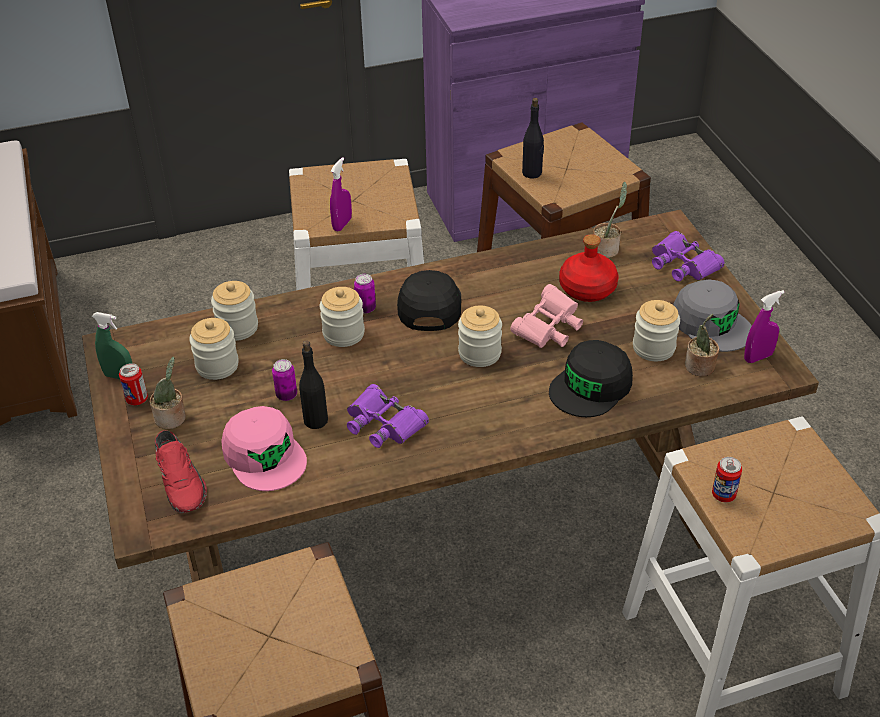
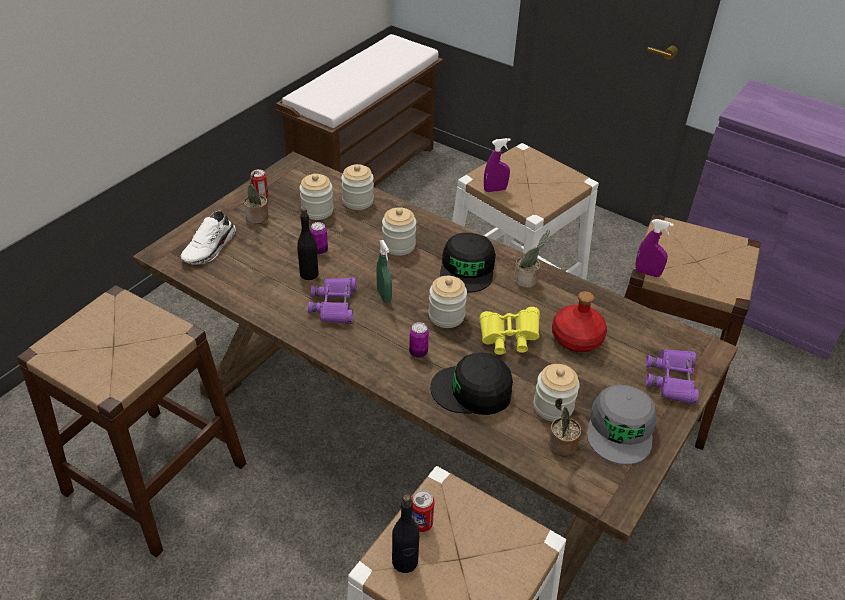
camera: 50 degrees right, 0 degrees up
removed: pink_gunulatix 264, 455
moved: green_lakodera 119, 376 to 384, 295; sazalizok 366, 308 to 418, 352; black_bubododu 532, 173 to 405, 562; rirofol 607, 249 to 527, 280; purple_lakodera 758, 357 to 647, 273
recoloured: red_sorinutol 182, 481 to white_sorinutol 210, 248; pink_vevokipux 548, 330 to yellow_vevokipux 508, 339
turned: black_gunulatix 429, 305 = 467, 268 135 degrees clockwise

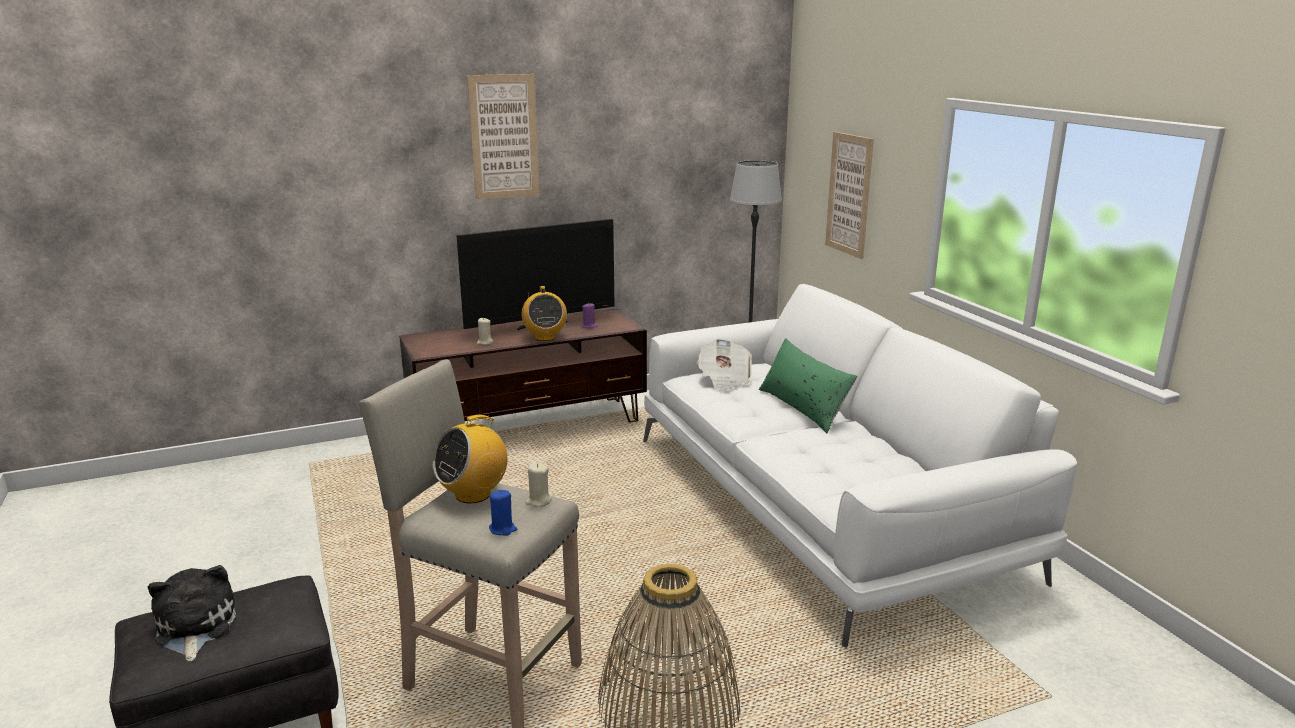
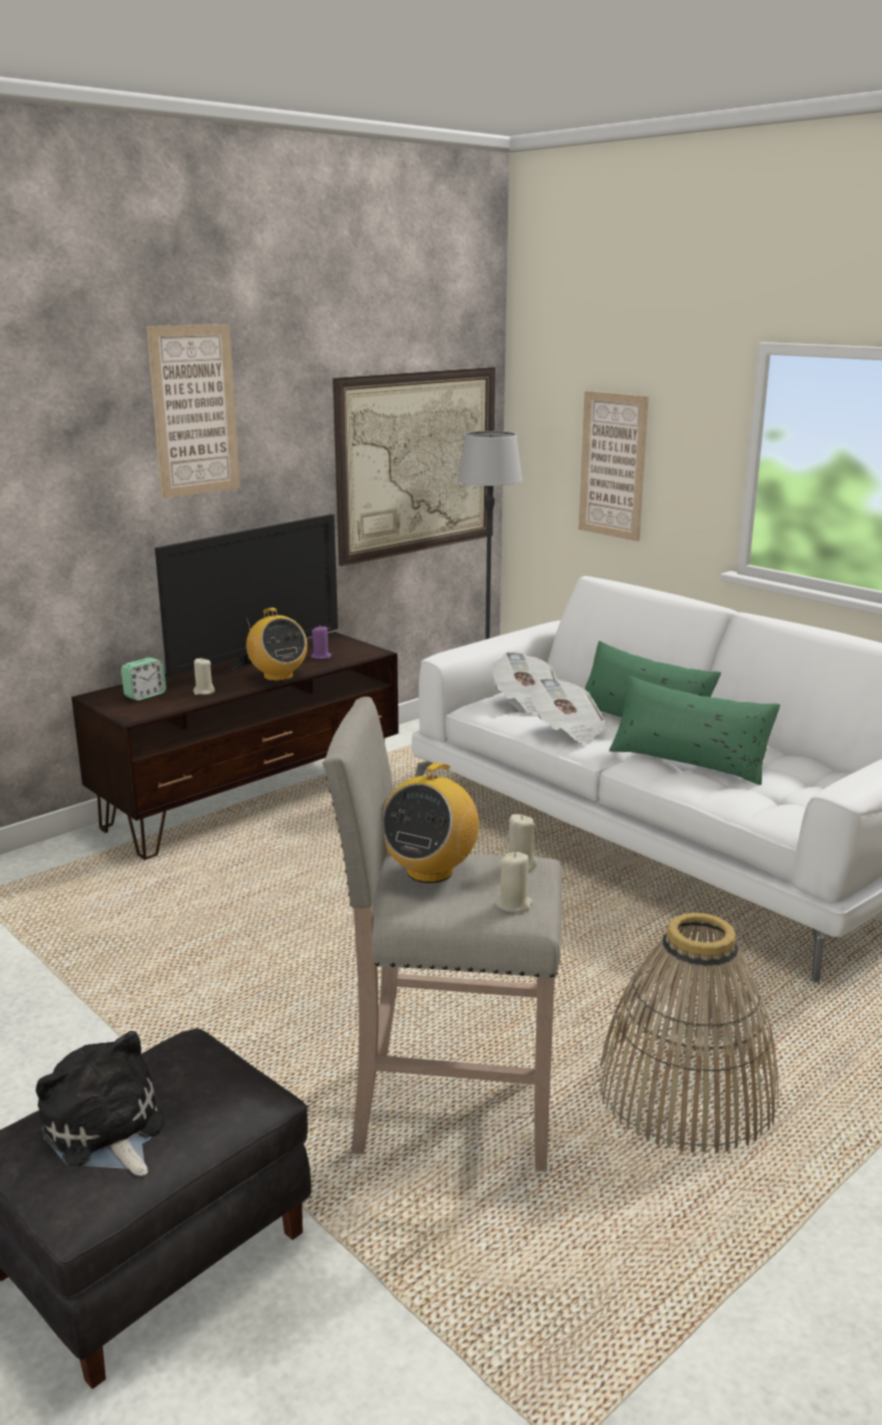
camera: 20 degrees left, 0 degrees up
added: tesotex 145, 695; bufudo 417, 463; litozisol 568, 730; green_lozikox 689, 761
recoloured: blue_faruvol 503, 529 to beige_faruvol 514, 904

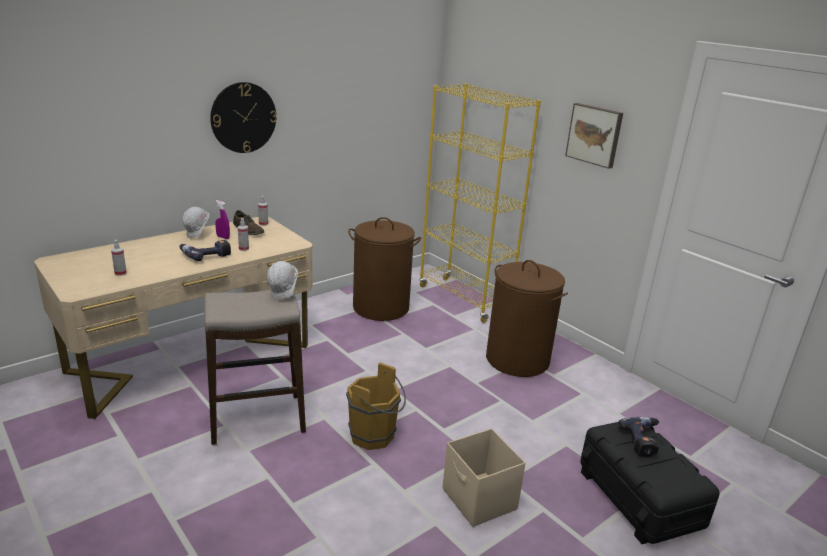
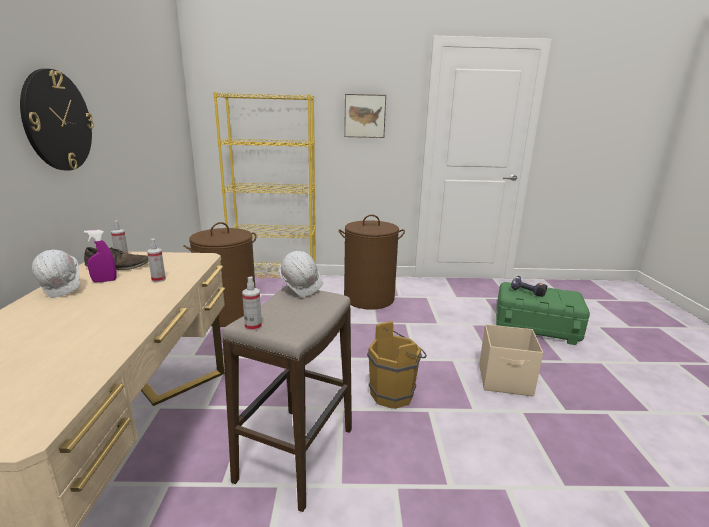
camera: 50 degrees left, 5 degrees down
removed: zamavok 205, 255
moved: lakodera 120, 273 to 253, 327
recoloured: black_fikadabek 639, 498 to green_fikadabek 536, 327

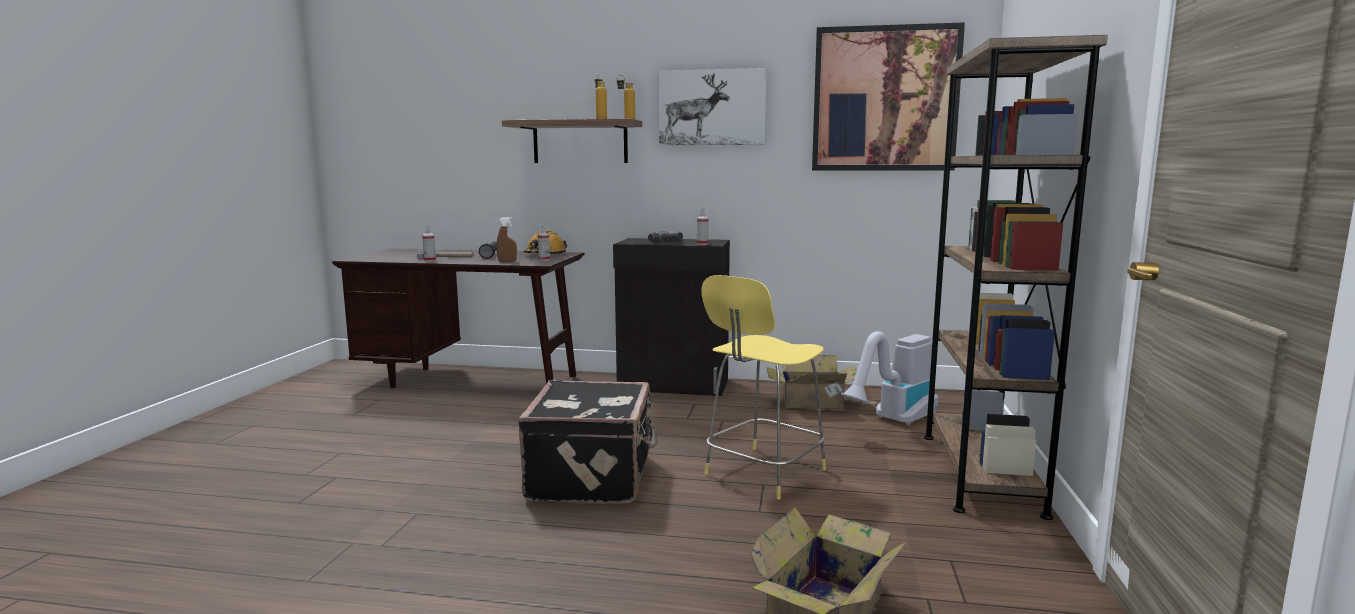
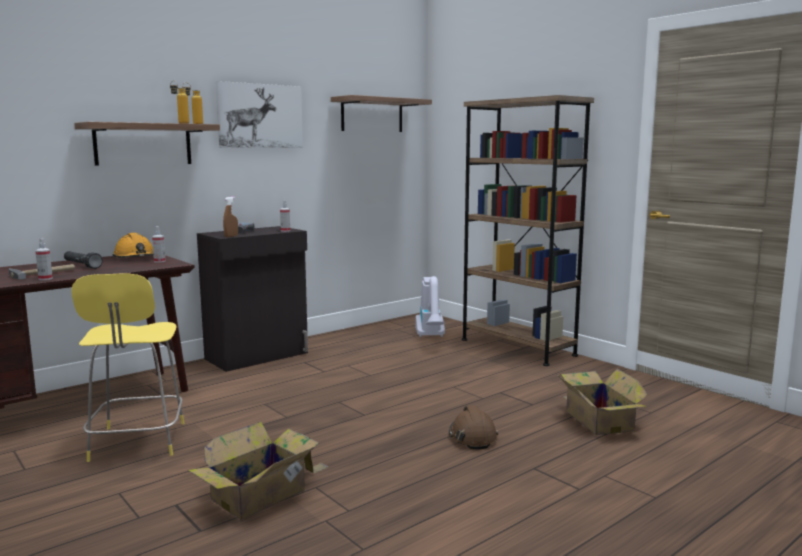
camera: 50 degrees left, 0 degrees up
removed: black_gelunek 593, 477
added: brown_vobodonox 472, 437
moved: brown_lakodera 507, 261 to 231, 236; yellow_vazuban 762, 473 to 137, 443; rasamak 815, 402 to 262, 494
replaced: bufudo 885, 99 to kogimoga 372, 115

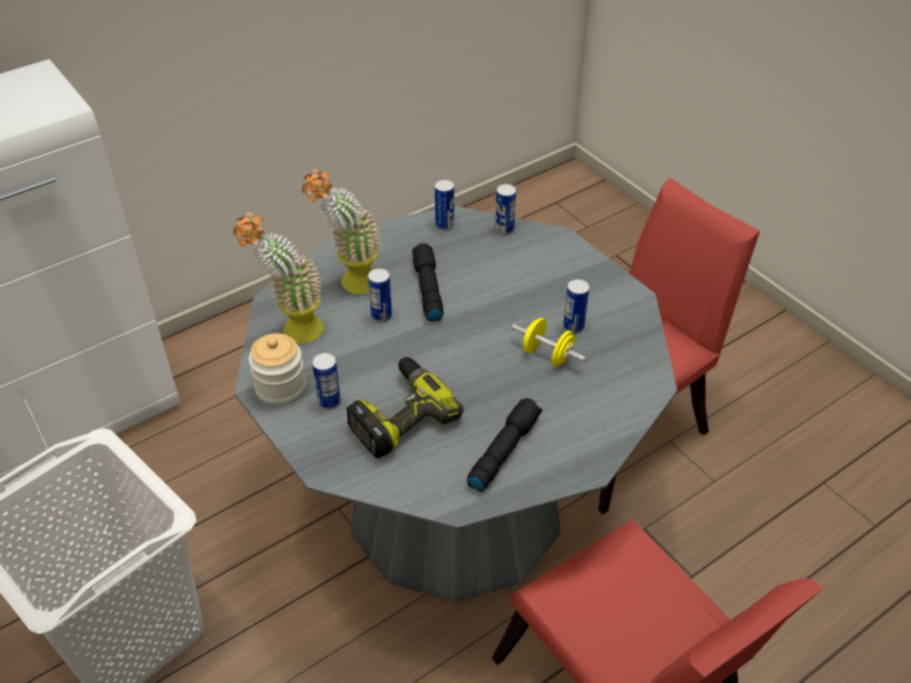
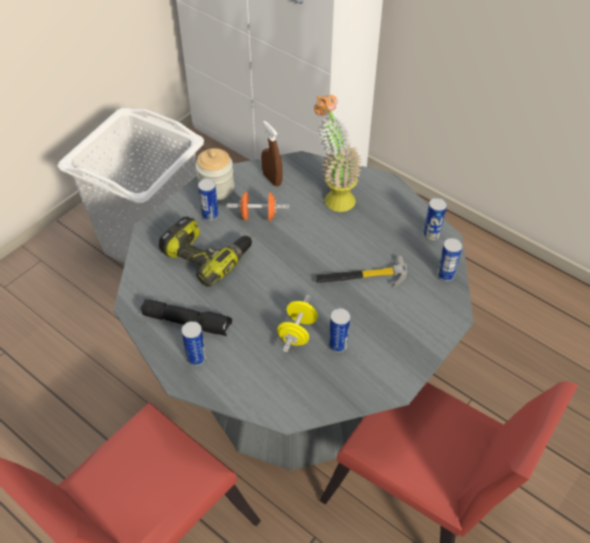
camera: 75 degrees right, 5 degrees up
removed: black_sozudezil 427, 289
added: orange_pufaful 258, 216; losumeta 361, 277
moved: sazalizok 381, 316 to 196, 358
replaced: rirofol 292, 332 to brown_lakodera 272, 179

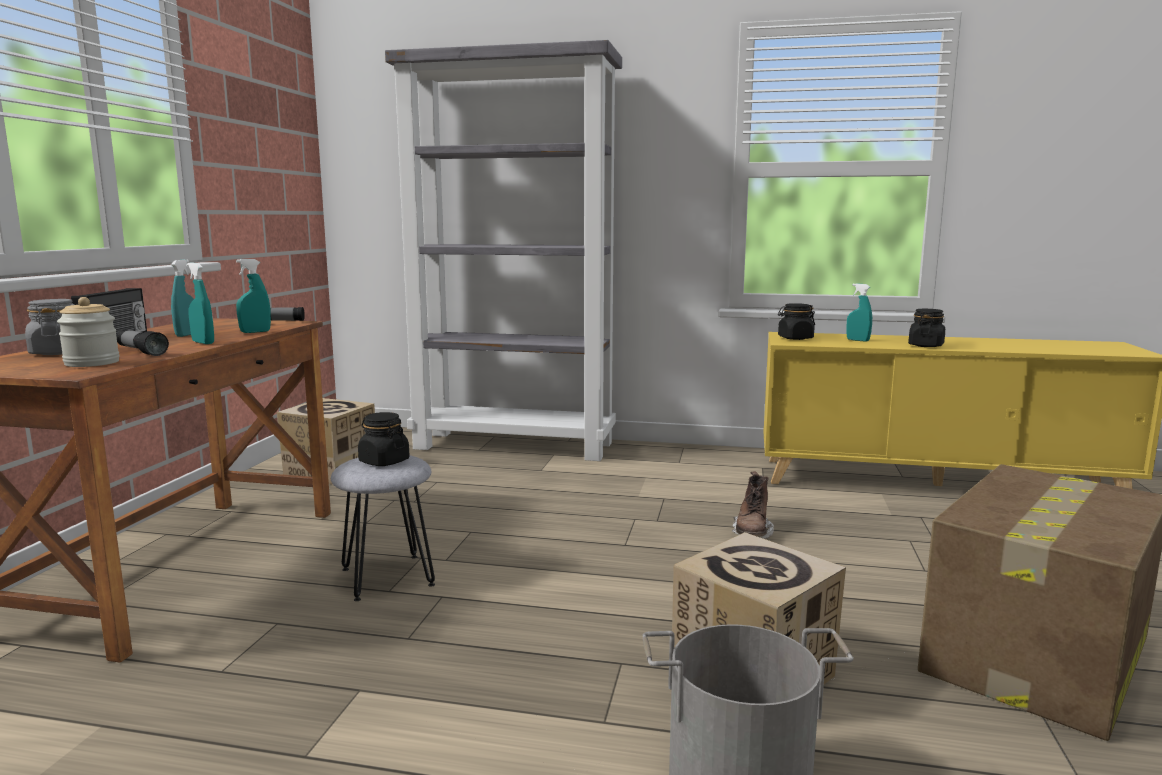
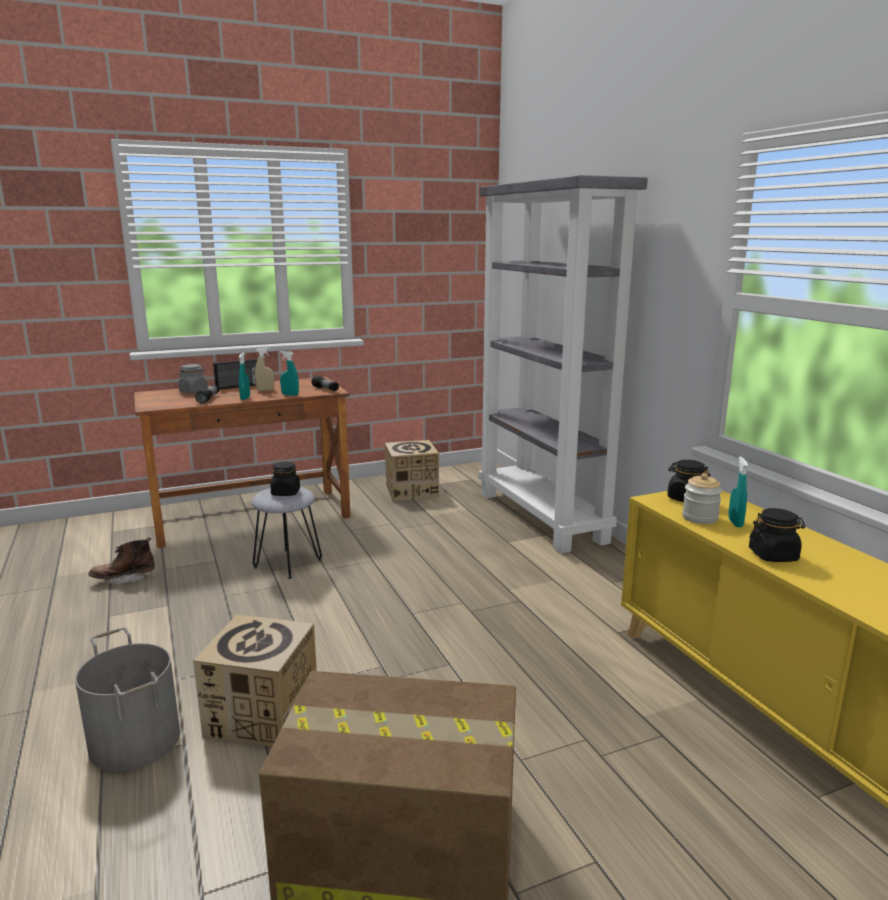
camera: 55 degrees right, 5 degrees up
moved: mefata 92, 363 to 699, 518; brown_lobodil 752, 534 to 124, 579
recoloured: turquoise_lakodera 187, 335 to beige_lakodera 265, 390

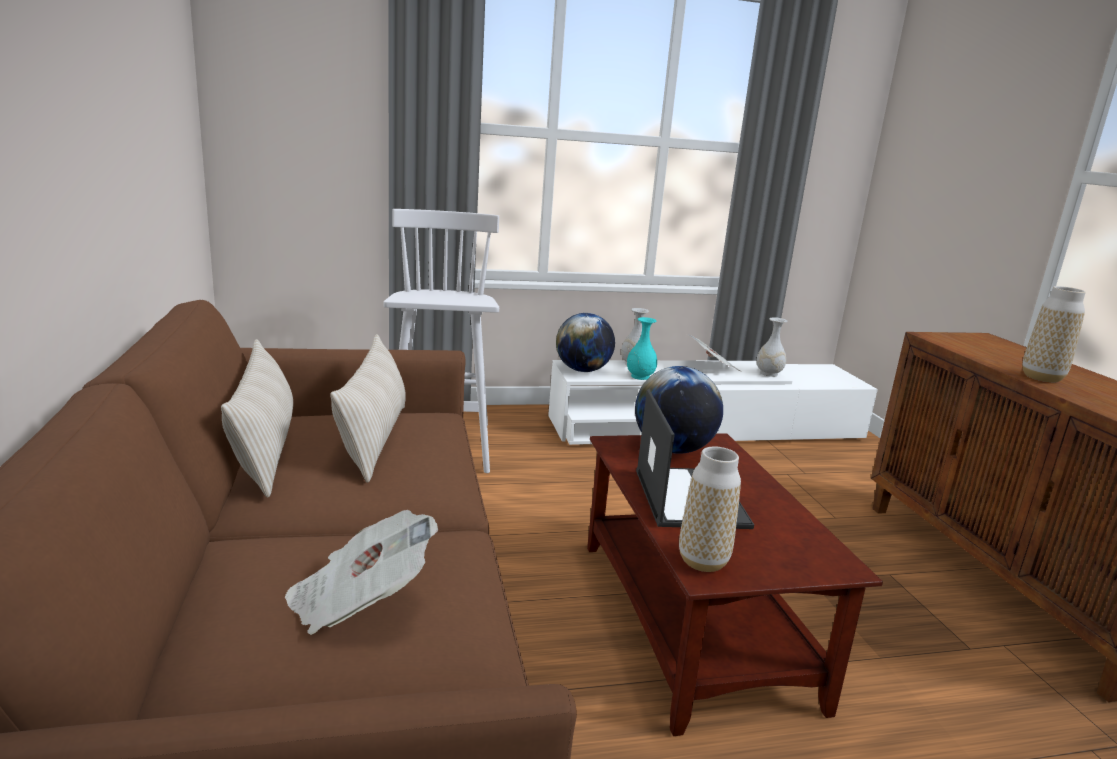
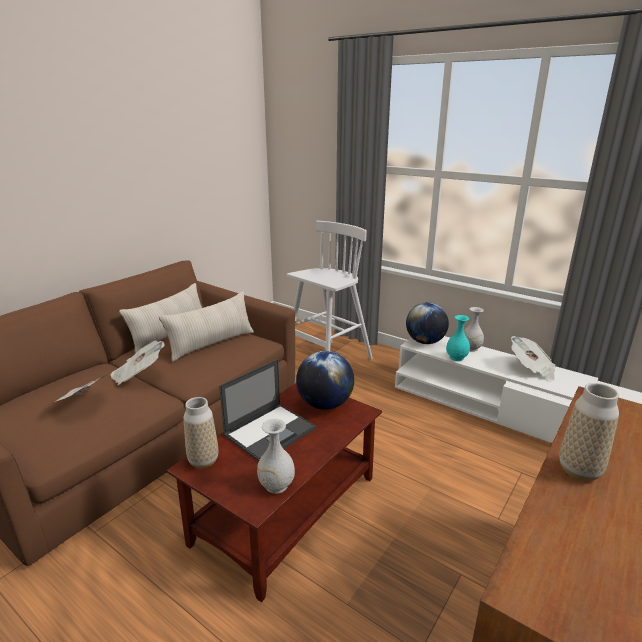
camera: 50 degrees right, 5 degrees up
added: litozisol 138, 375
moved: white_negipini 768, 373 to 276, 485

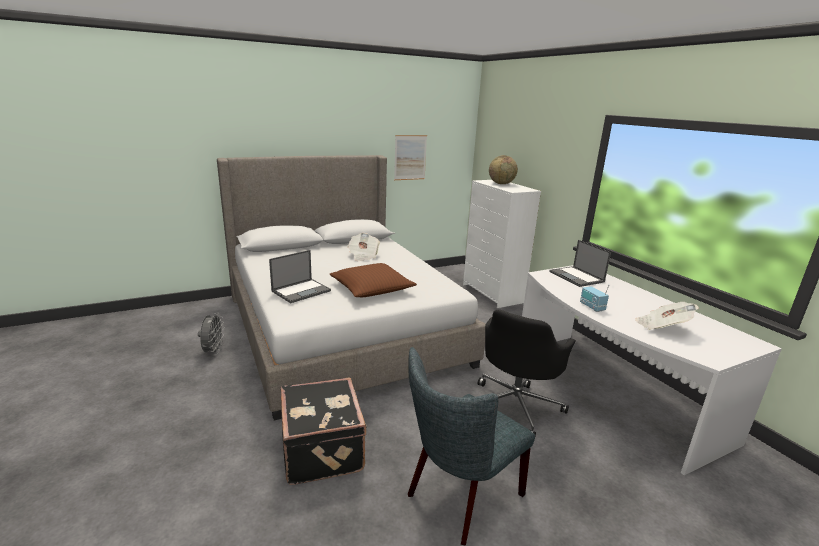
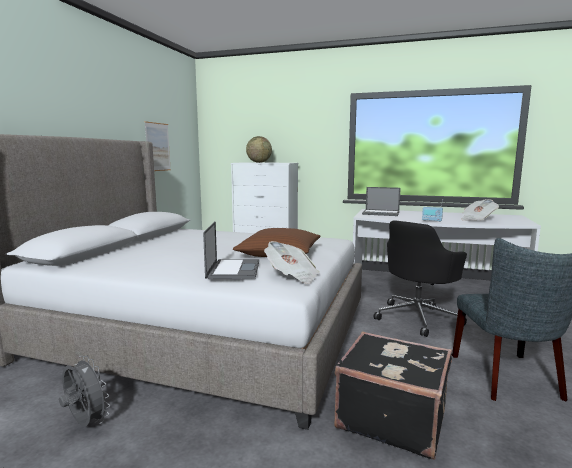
camera: 45 degrees left, 10 degrees down
moved: litozisol 363, 256 to 292, 276
turned: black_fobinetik 516, 405 = 418, 317 60 degrees clockwise

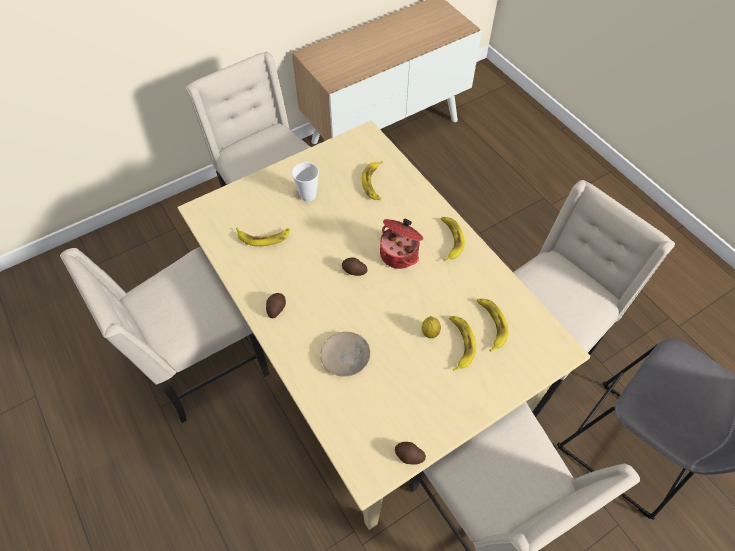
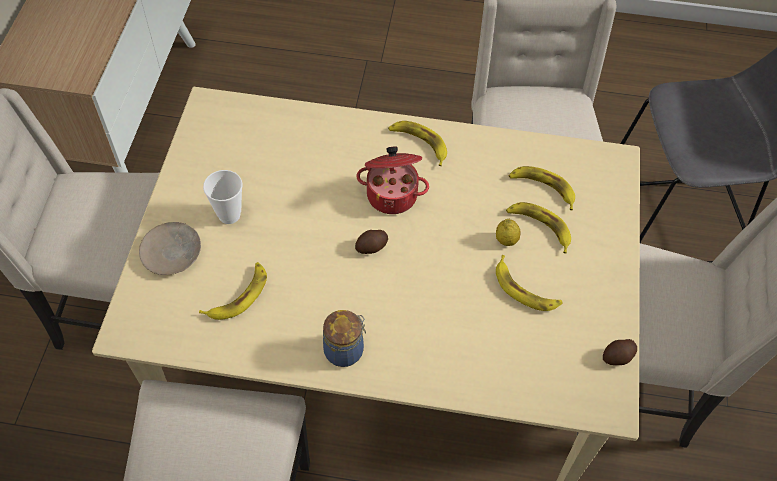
camera: 50 degrees left, 0 degrees up
moved: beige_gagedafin 346, 357 to 172, 252; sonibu 374, 183 to 525, 289
replaced: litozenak 276, 308 to mefata 345, 350

